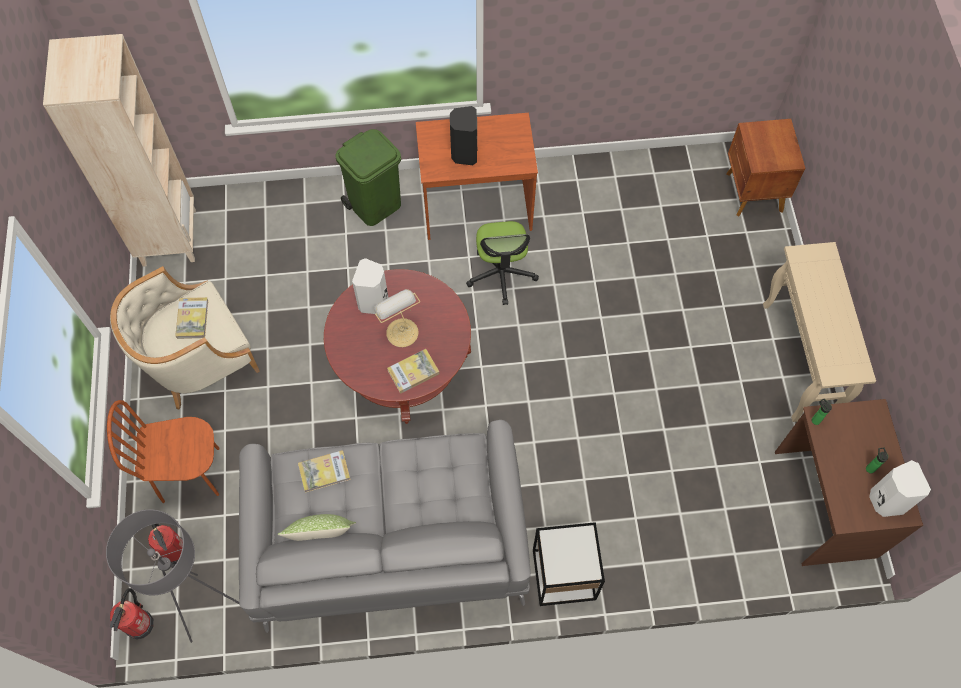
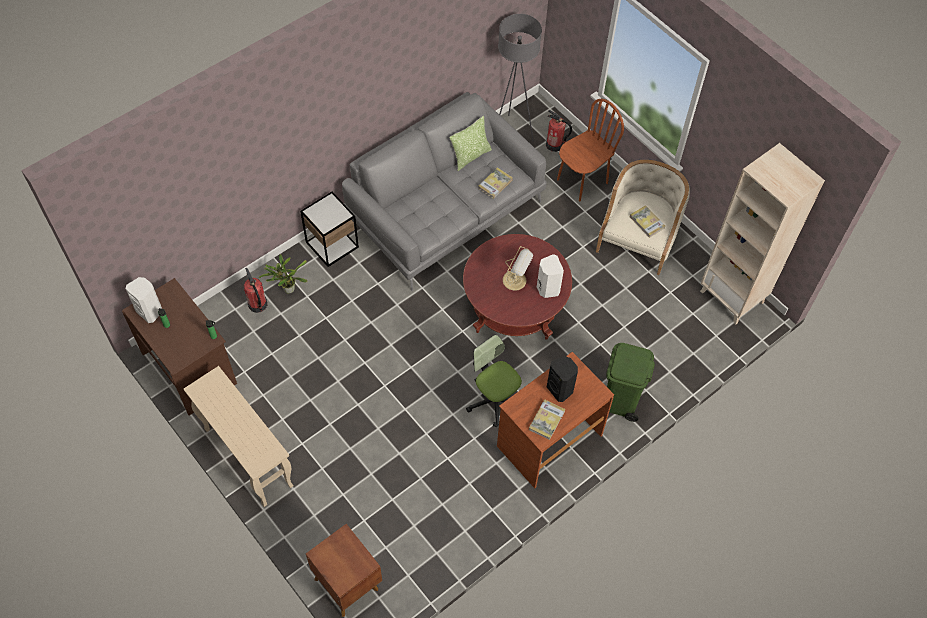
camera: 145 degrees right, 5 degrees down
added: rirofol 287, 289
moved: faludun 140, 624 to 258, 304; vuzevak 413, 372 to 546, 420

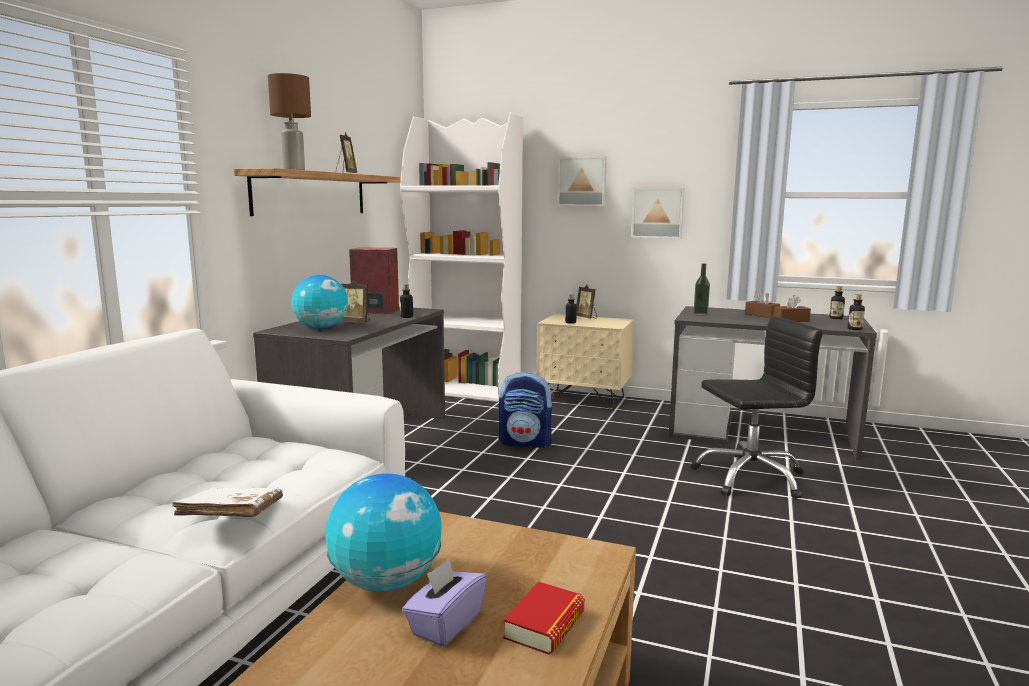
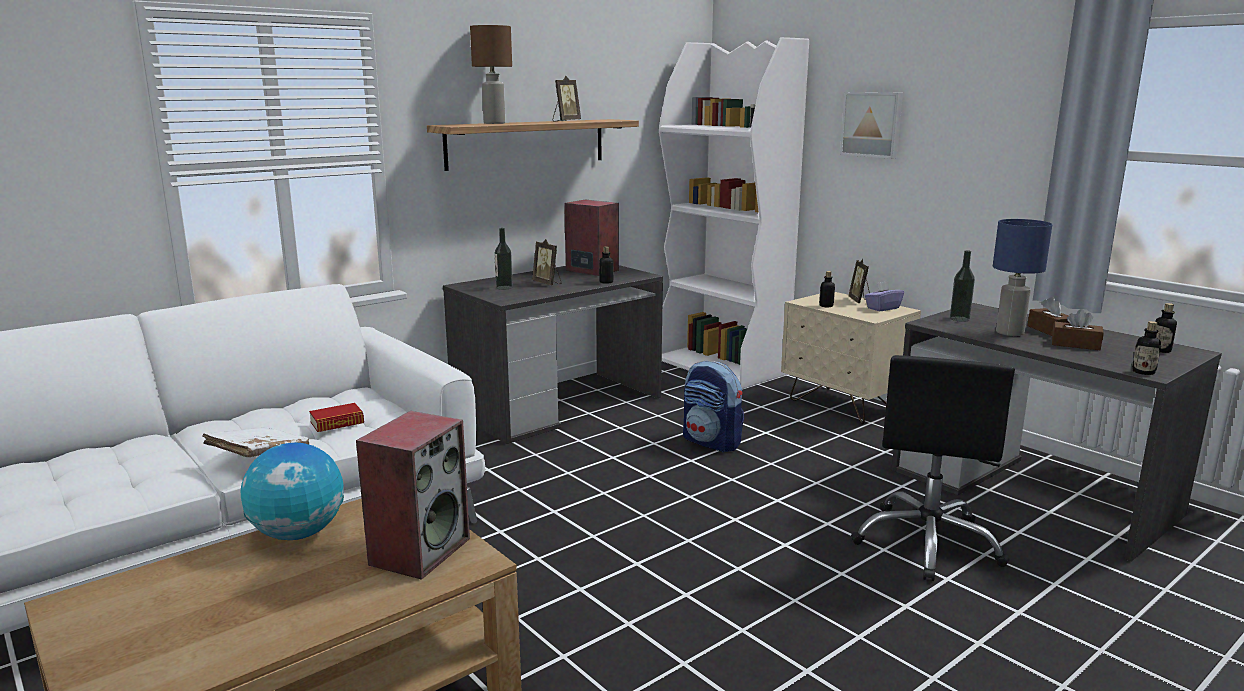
camera: 30 degrees right, 5 degrees up
removed: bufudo 657, 213
added: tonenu 420, 550; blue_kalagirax 1010, 333
moved: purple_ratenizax 445, 624 to 882, 308; vuzevak 544, 625 to 337, 423
replaced: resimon 321, 328 to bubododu 504, 287
turned: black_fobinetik 750, 477 = 928, 543 90 degrees clockwise

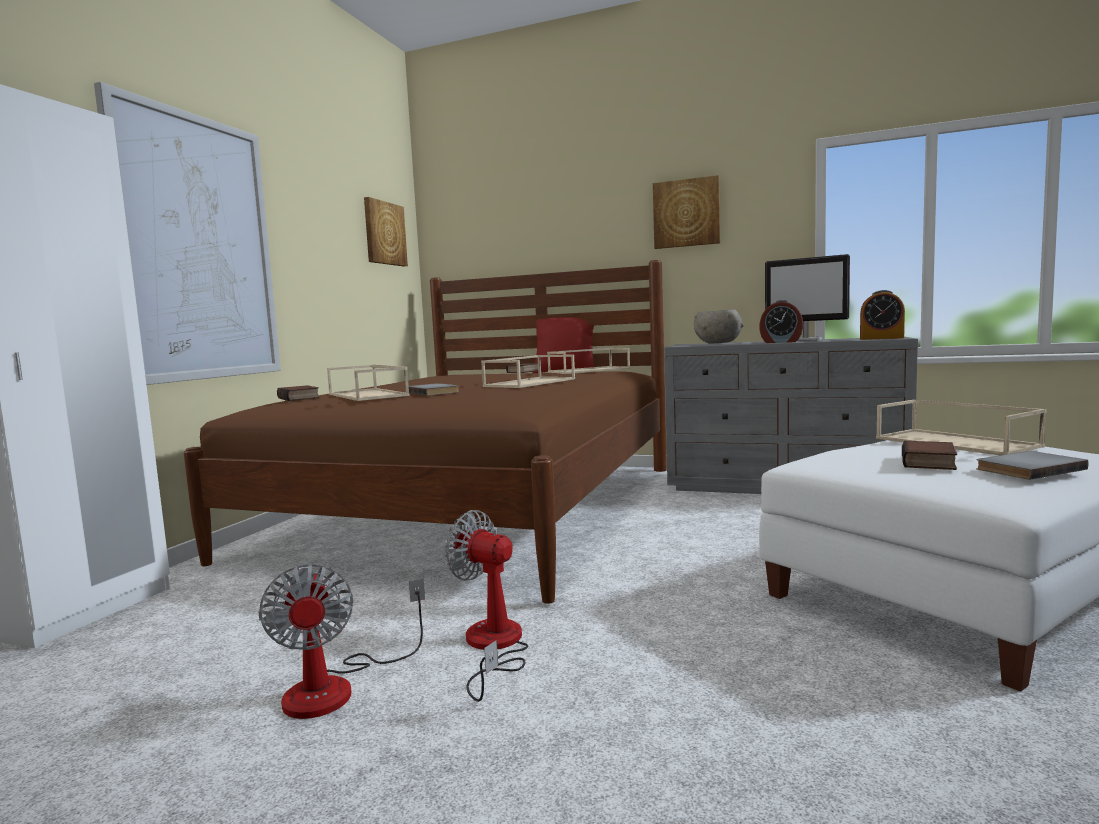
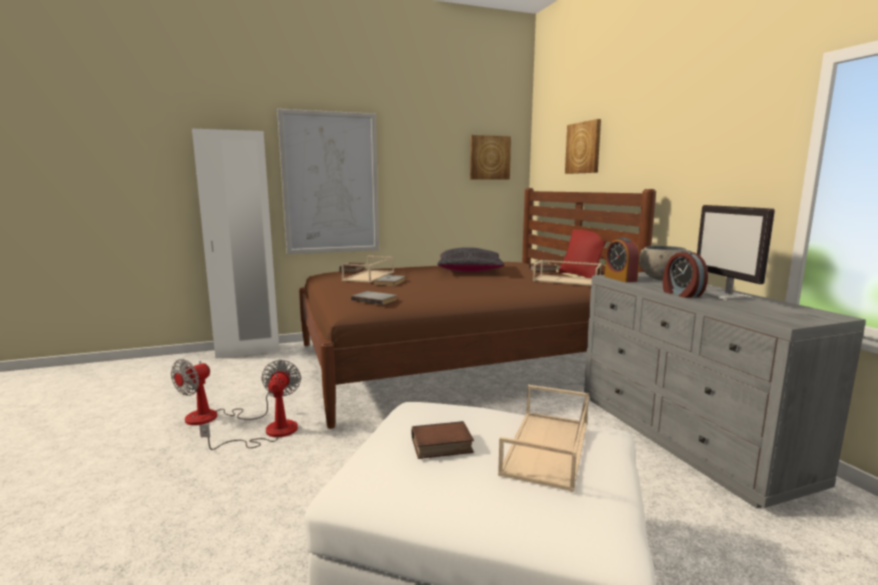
camera: 50 degrees right, 5 degrees up
removed: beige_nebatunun 530, 383
added: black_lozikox 469, 271
moved: bufudo 686, 213 to 583, 148; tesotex 881, 338 to 620, 279; grey_vuzevak 1026, 468 to 375, 299

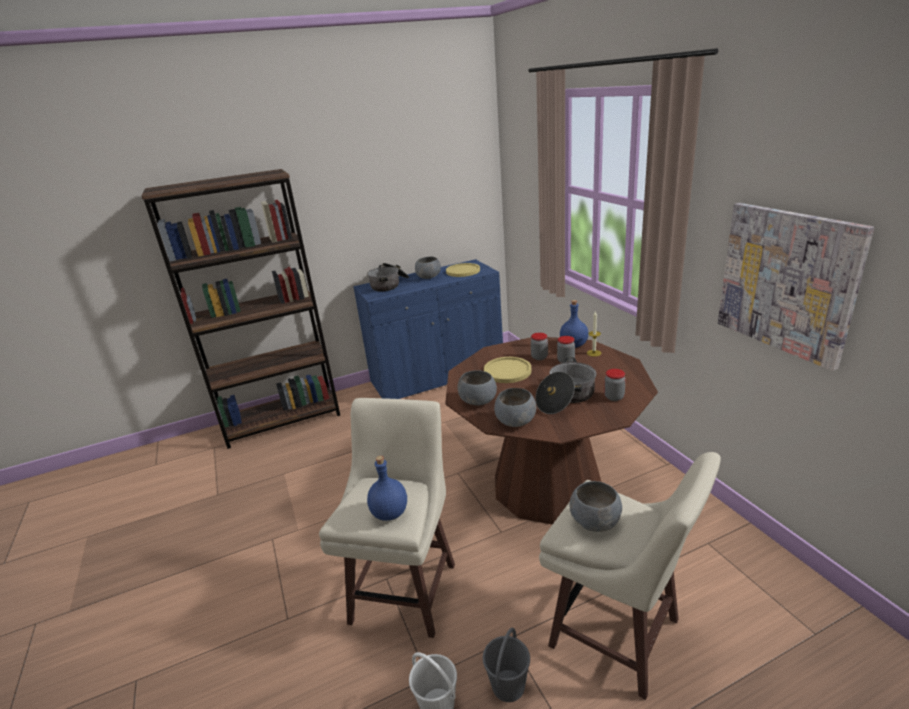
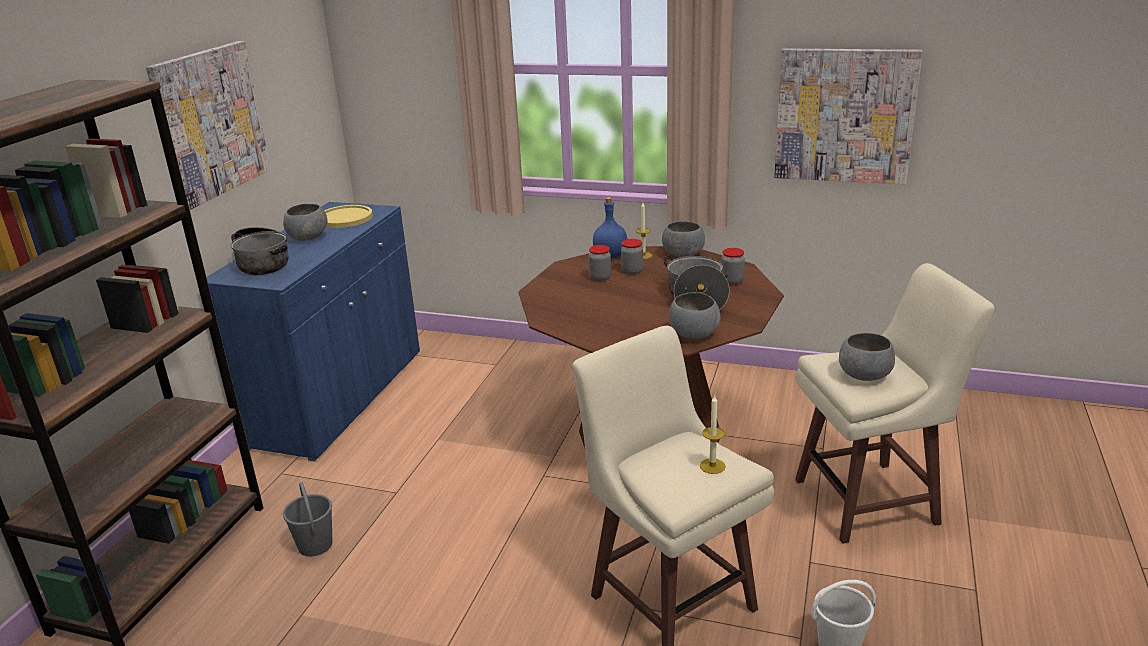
camera: 50 degrees left, 0 degrees up
removed: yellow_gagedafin 507, 371
added: bufudo 210, 123
moved: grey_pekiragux 478, 401 to 684, 254; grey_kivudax 508, 686 to 315, 545
replaced: blue_bubododu 390, 513 to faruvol 712, 466

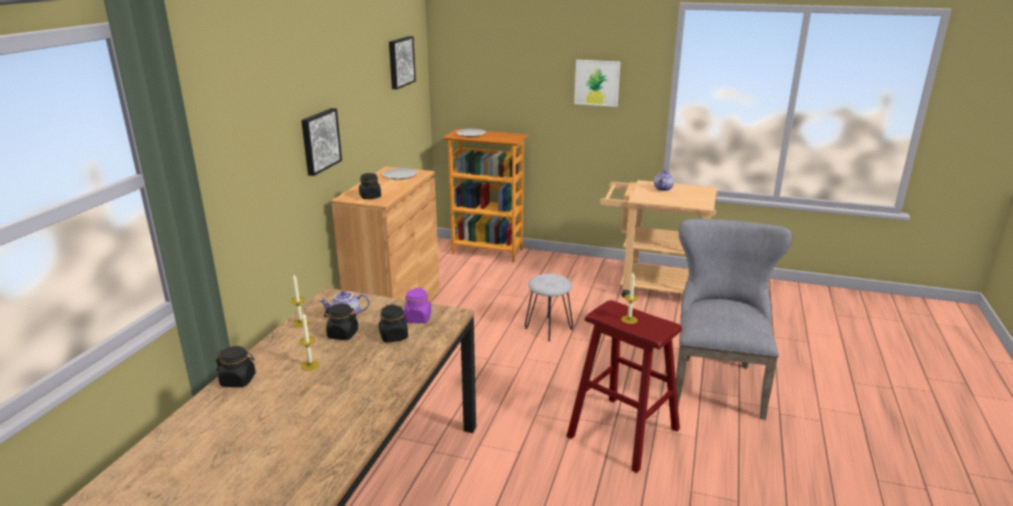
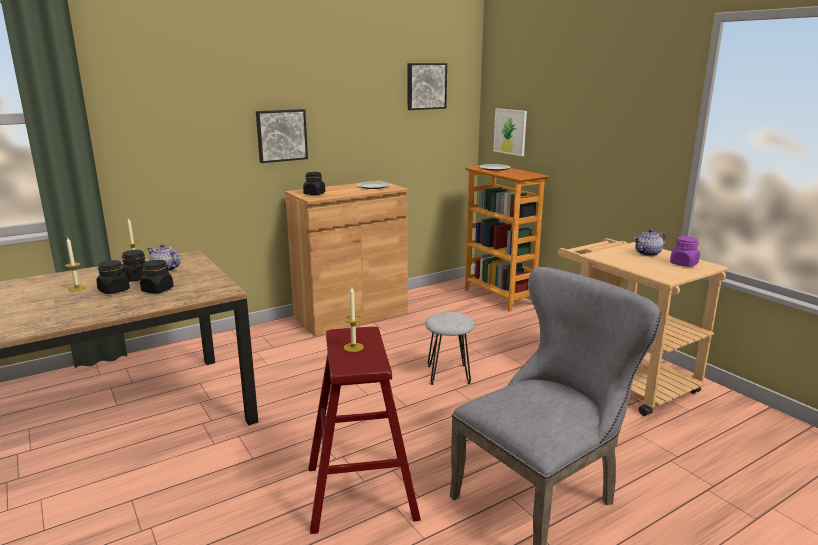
camera: 40 degrees right, 5 degrees down
moved: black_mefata 238, 380 to 114, 290; purple_mefata 418, 318 to 683, 264; bufudo 597, 83 to 510, 131

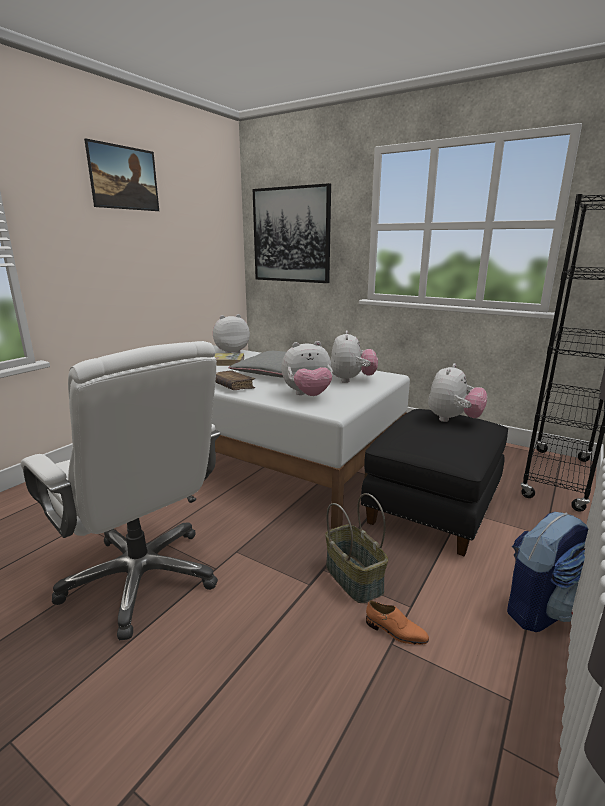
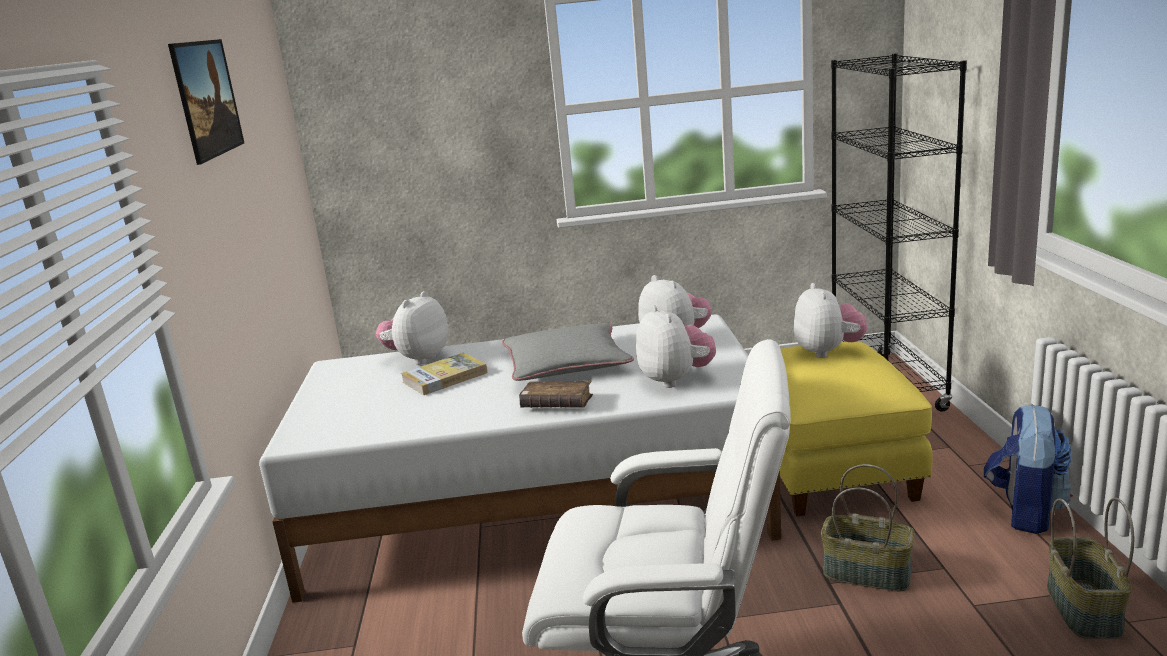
camera: 35 degrees left, 0 degrees up
removed: bufudo 291, 235; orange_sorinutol 396, 632
added: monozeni 1085, 610
recoloured: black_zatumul 431, 507 to yellow_zatumul 828, 469
turned: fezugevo 308, 395 = 675, 380 60 degrees counterclockwise

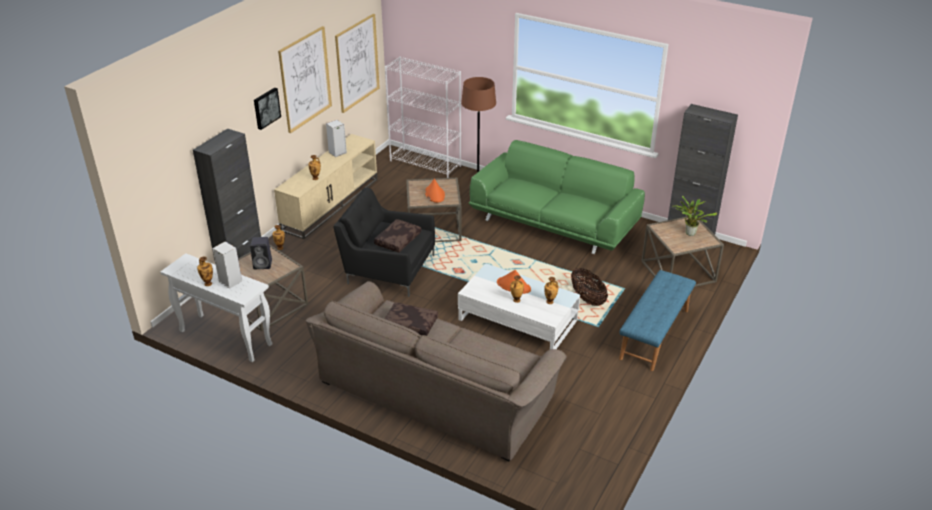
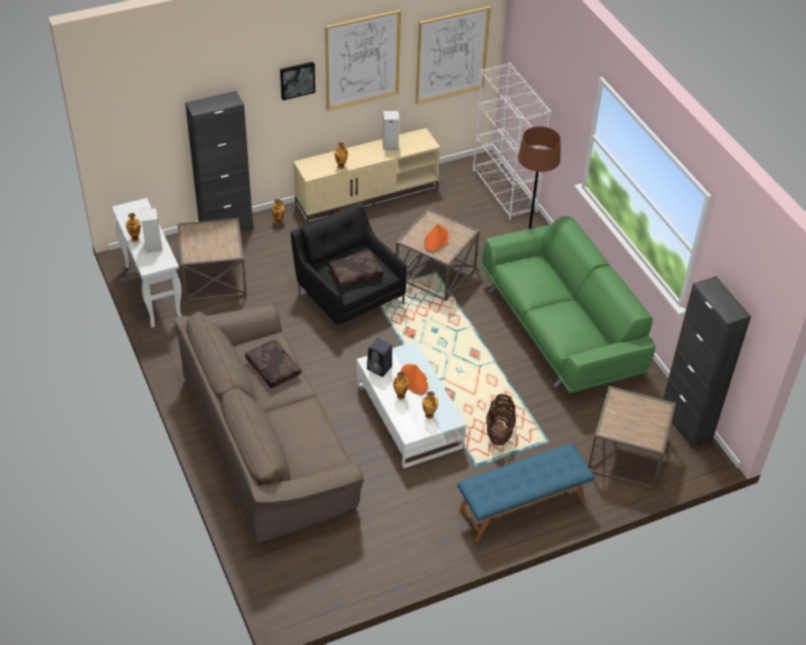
camera: 35 degrees right, 10 degrees up
removed: rirofol 689, 233
moved: black_tonenu 263, 264 to 380, 368

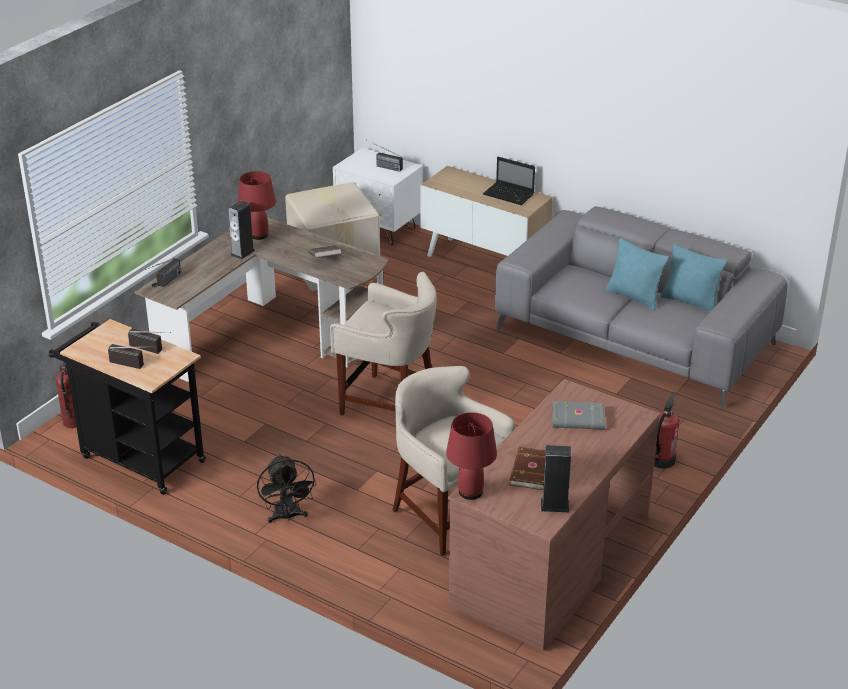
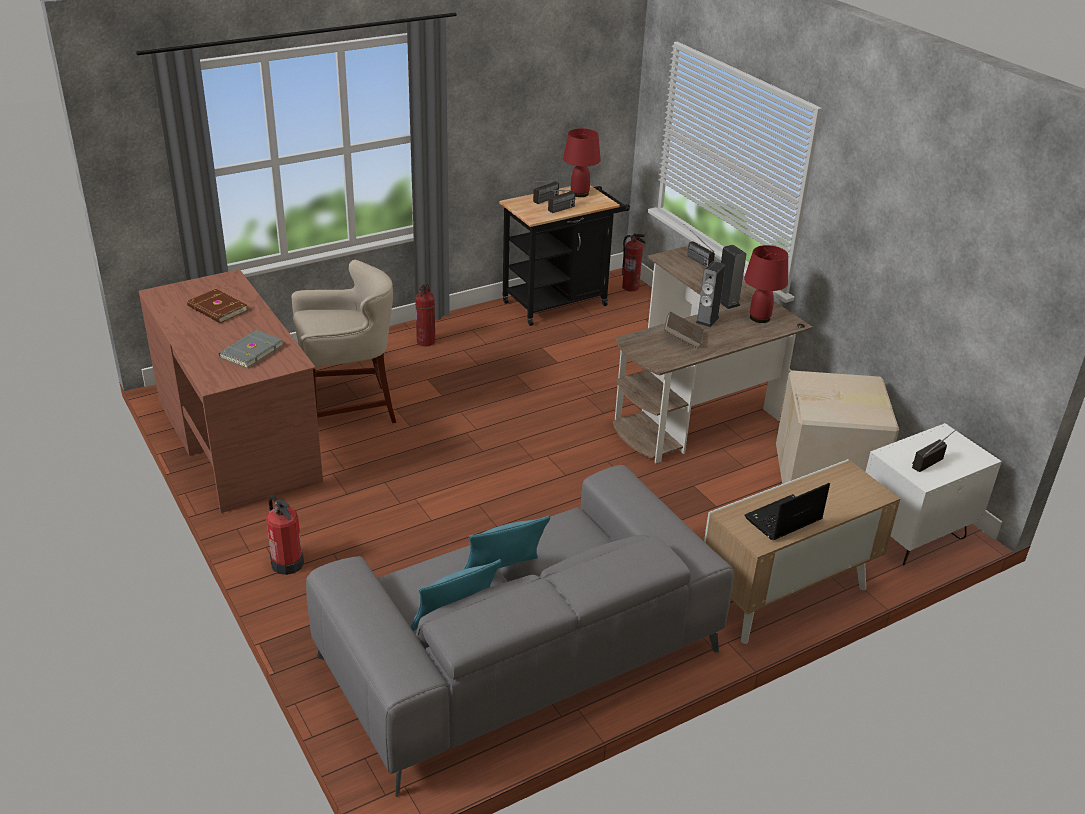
camera: 115 degrees right, 0 degrees up
removed: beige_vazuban 389, 404
moved: red_kalagirax 470, 491 to 580, 193; tonenu 554, 505 to 707, 320
replaced: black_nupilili 287, 517 to faludun 426, 342

